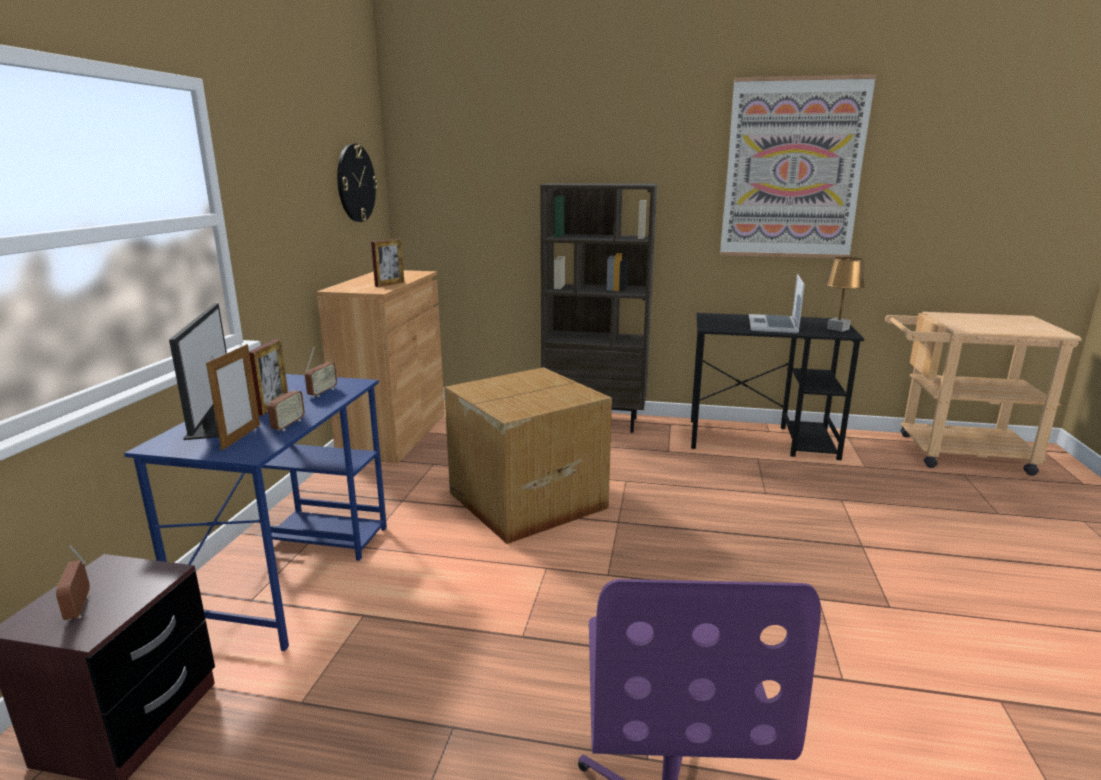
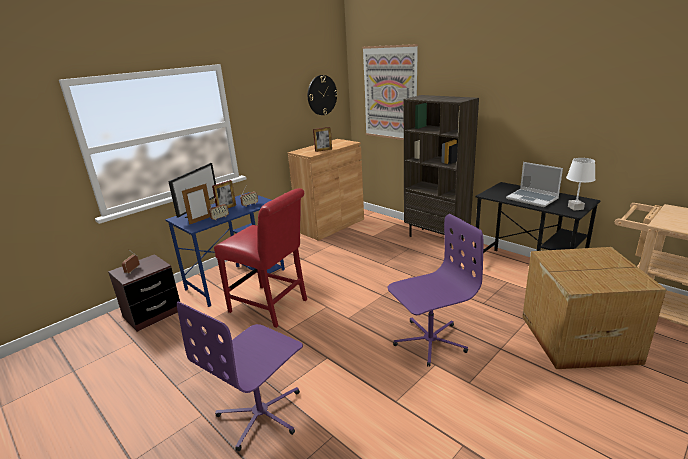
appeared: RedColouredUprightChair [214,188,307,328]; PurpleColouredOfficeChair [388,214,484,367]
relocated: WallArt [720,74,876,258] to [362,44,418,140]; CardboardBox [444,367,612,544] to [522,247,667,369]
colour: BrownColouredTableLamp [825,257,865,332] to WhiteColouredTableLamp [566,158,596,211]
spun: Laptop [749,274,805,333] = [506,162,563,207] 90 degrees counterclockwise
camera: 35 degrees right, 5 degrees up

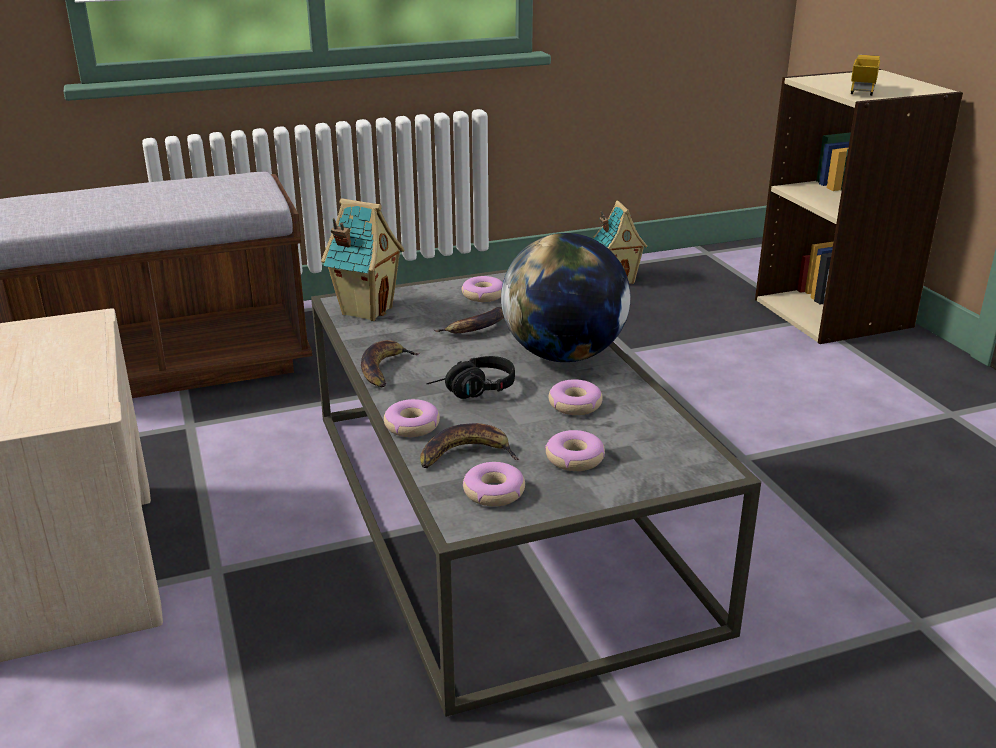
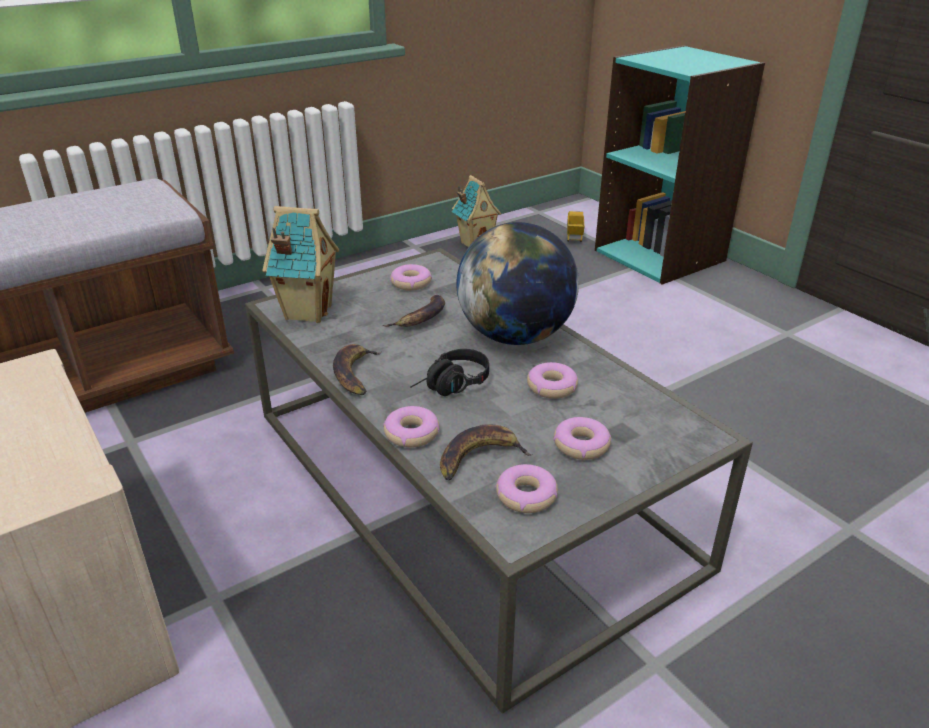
relocated: ToyLorry [851,55,880,96] to [567,211,584,242]
colour: BeigeColouredBookshelf [755,69,963,344] to TurquoiseBookshelf [595,45,765,285]
camera: 15 degrees left, 5 degrees up

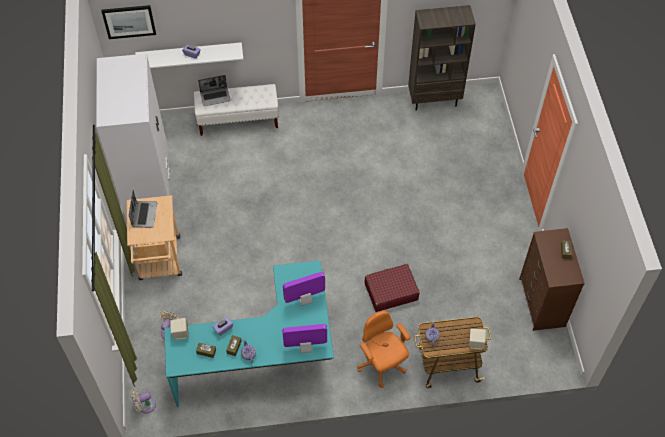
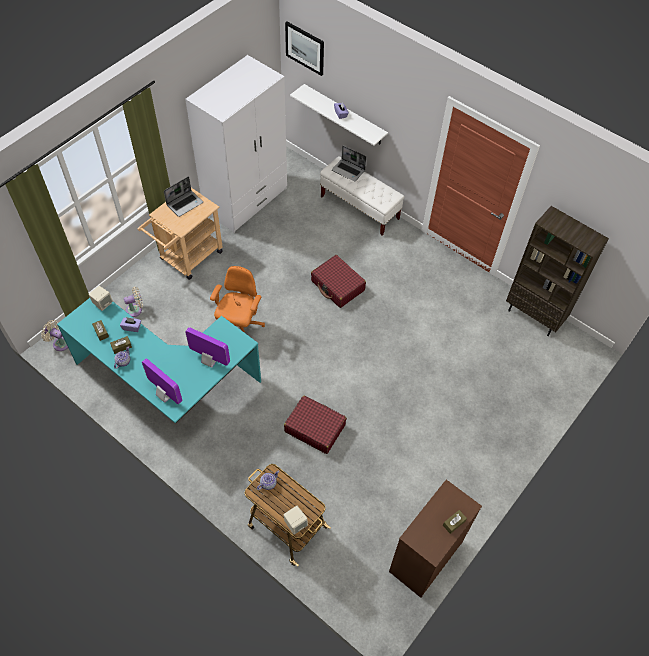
appeared: RedColouredPieceOfLuggage [311,255,366,308]
relocated: OrangeyOfficeChair [357,311,411,388] to [210,266,265,333]
camera: 45 degrees right, 0 degrees up

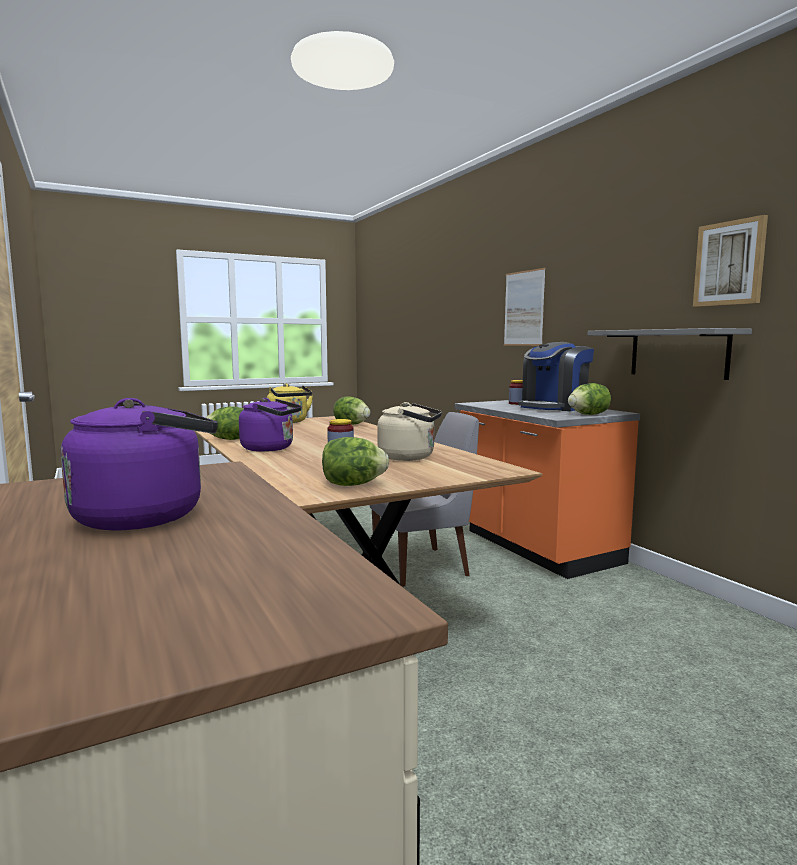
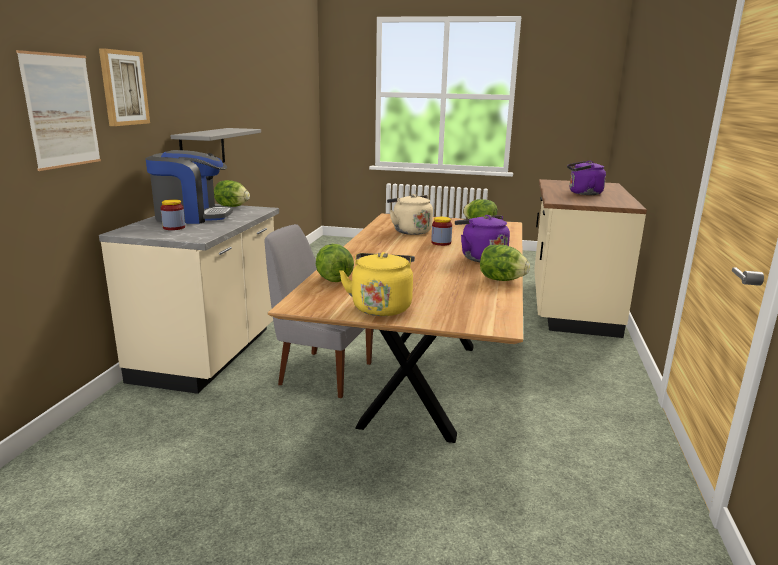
relocated: WallArt [693,215,768,307] to [99,48,150,126]
colour: OrangeyCounter [455,400,640,579] to BeigeColouredCounter [99,204,279,394]
camera: 140 degrees left, 10 degrees up

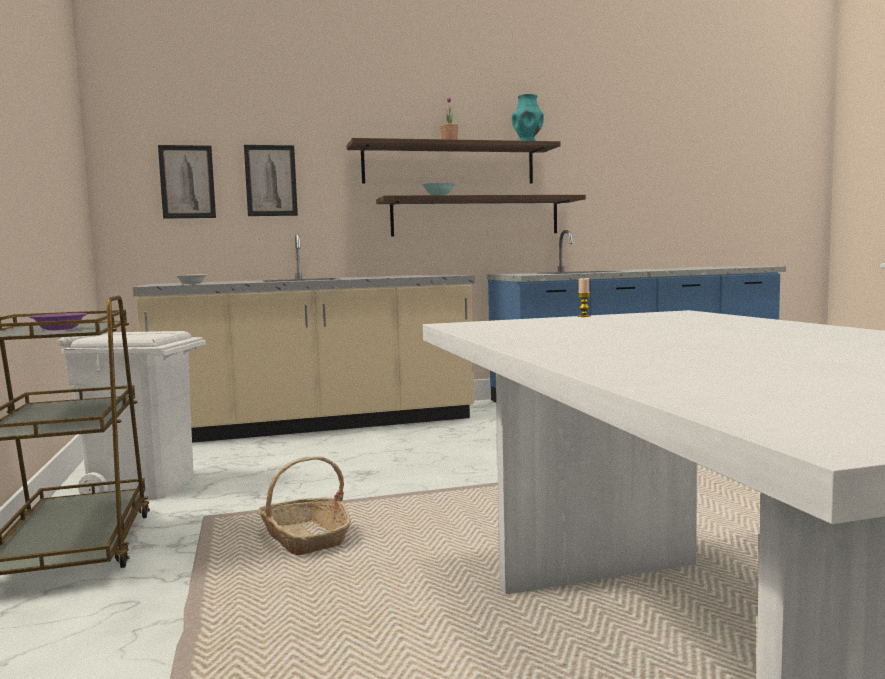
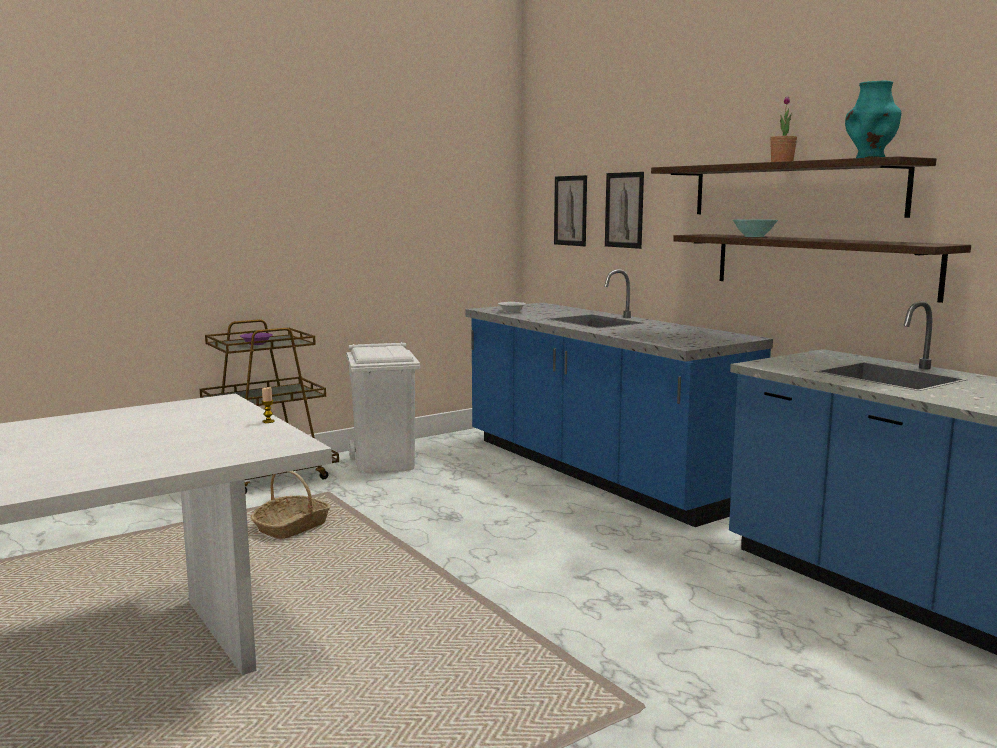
colour: BeigeColouredCounter [133,233,475,443] to BluishCounter [465,269,773,527]
camera: 70 degrees right, 5 degrees up

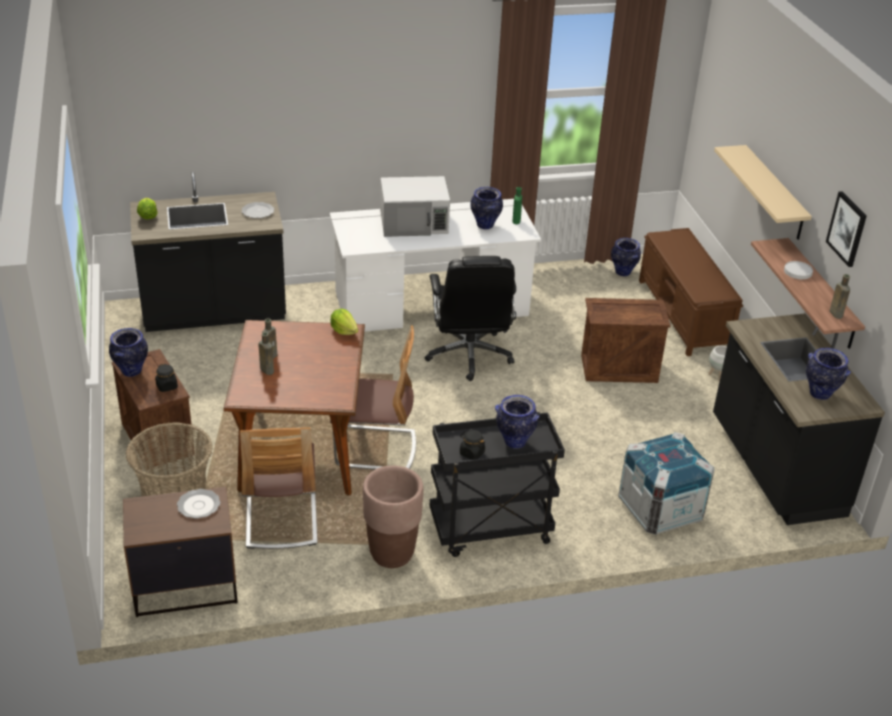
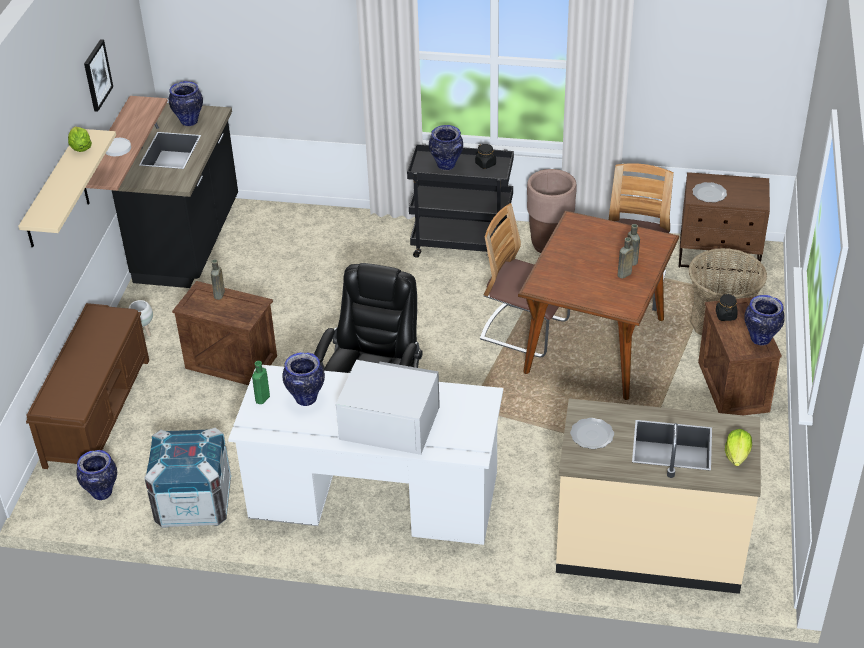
relocated: Lettuce [330,308,358,335] to [68,126,92,152]; ShippingCrate [618,432,715,535] to [144,428,231,528]; BrownColouredBeverageBottle [830,274,850,319] to [211,259,225,300]
colour: BlackishCounter [130,172,286,332] to BeigeColouredCounter [556,399,761,594]
camera: 155 degrees left, 5 degrees up

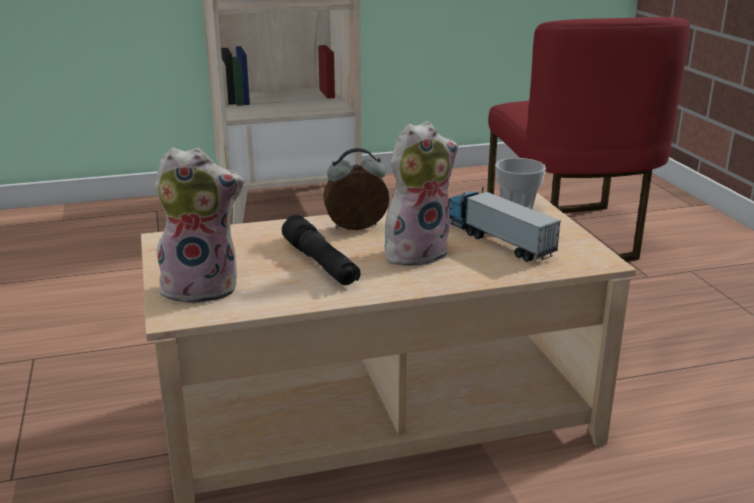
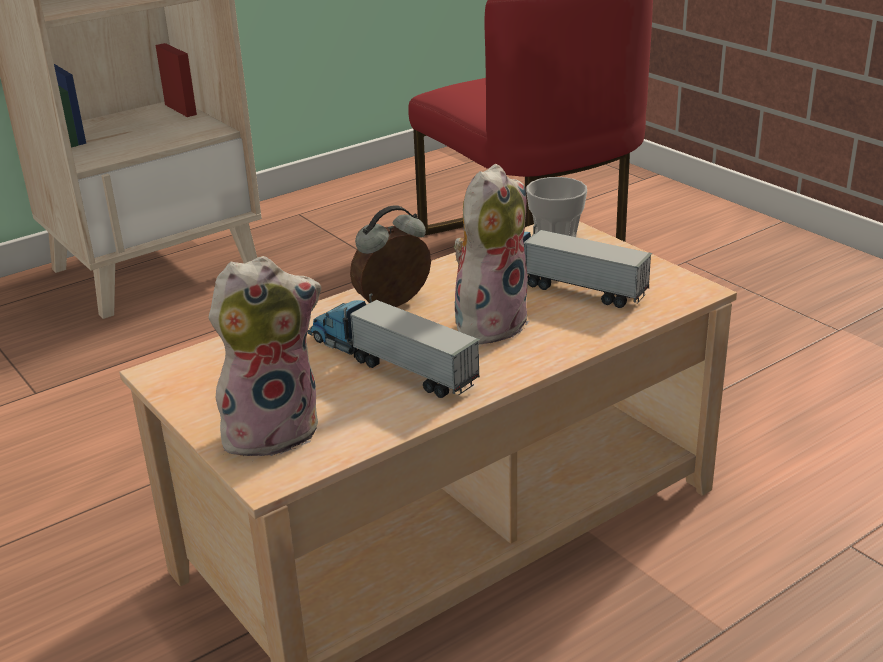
exchanged: BlackishTorch [282,215,361,285] to ToyLorry [308,293,480,398]
camera: 20 degrees left, 5 degrees up

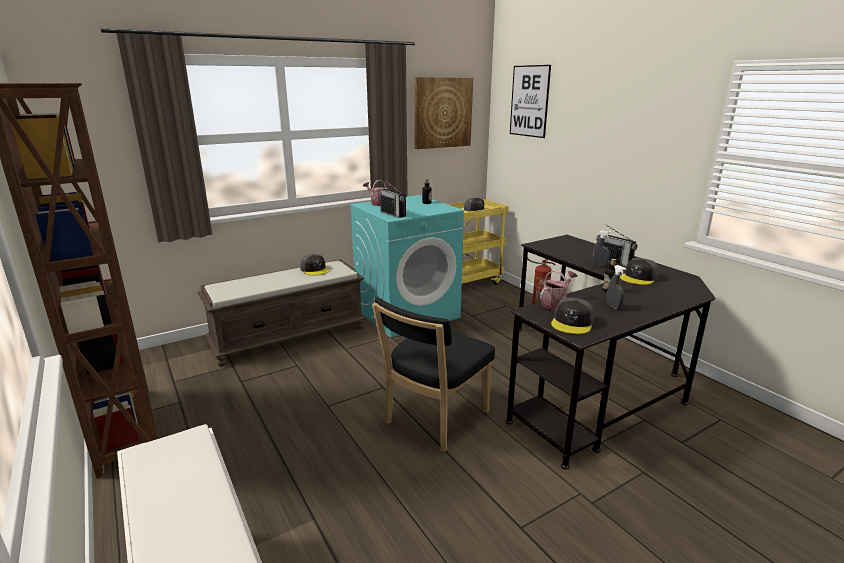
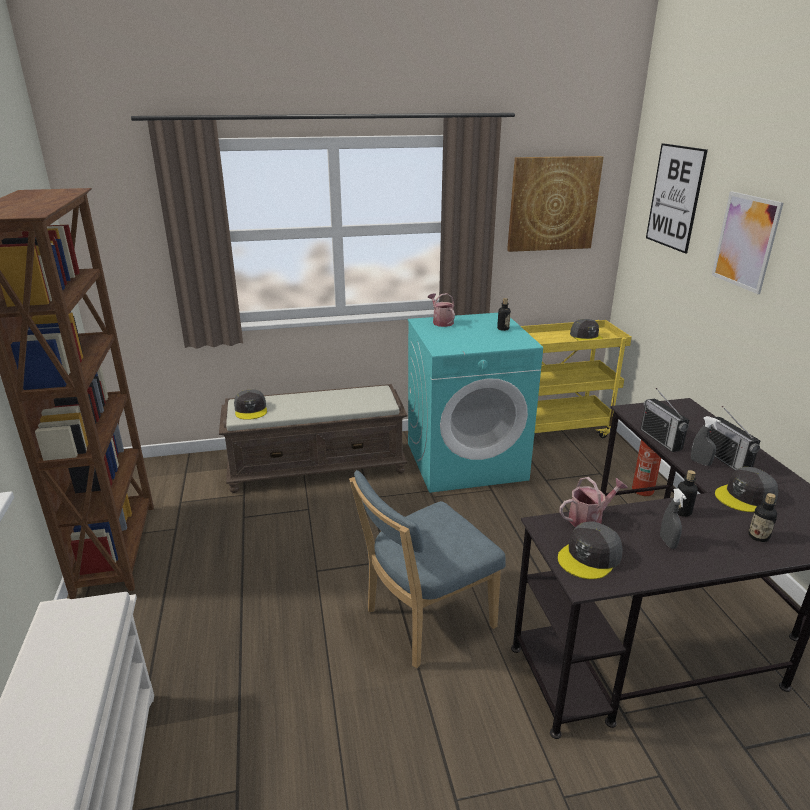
appeared: WallArt [712,191,783,294]; BeverageBottle [748,493,777,542]
relocated: GreyBaseballCap [300,254,330,276] to [234,390,267,420]; RadioSet [379,180,406,218] to [641,388,689,452]
colour: BlackishUprightChair [372,297,495,452] to BluishUprightChair [349,470,506,668]
camera: 20 degrees right, 5 degrees up

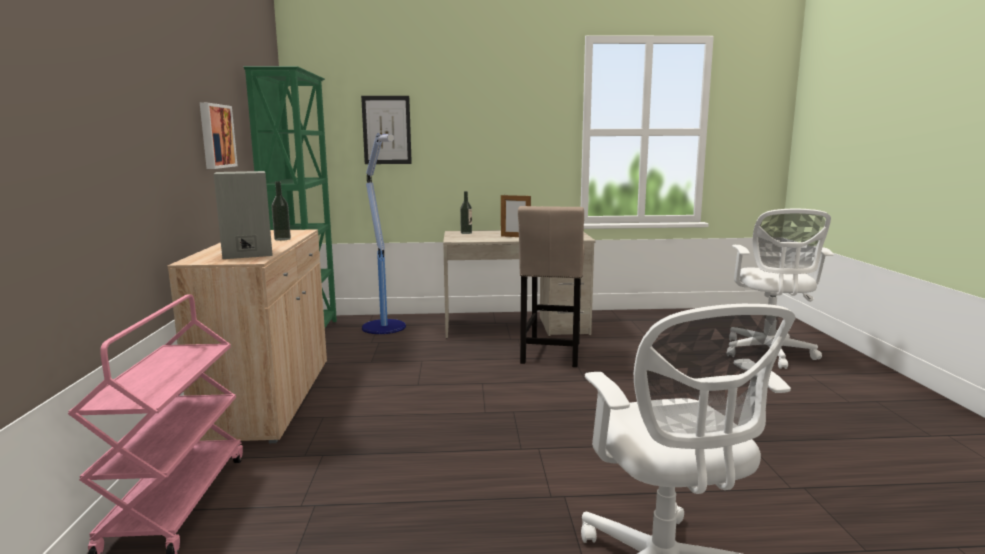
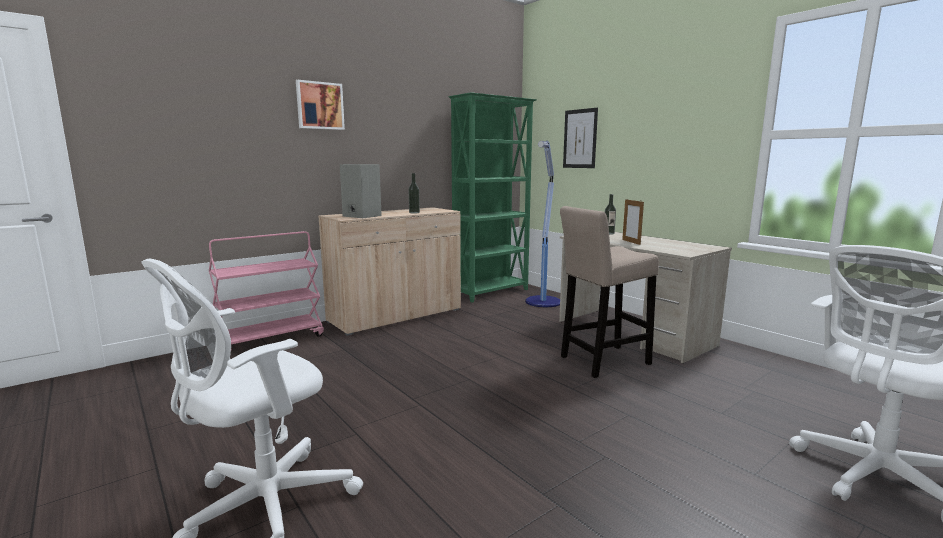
relocated: WallArt [200,103,238,169] to [296,80,345,130]
camera: 55 degrees right, 0 degrees up

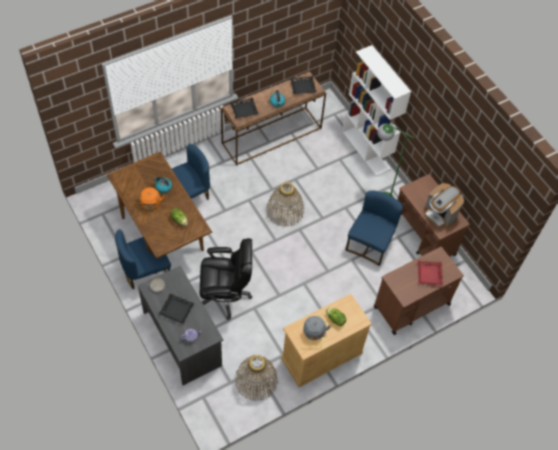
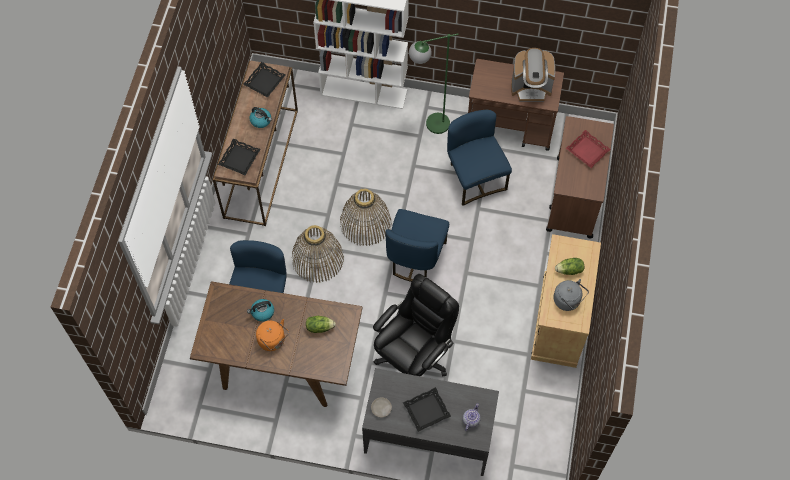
relocated: StorageBasket [235,355,278,401] to [292,225,344,283]; BluishUprightChair [115,230,171,289] to [386,209,449,282]
camera: 45 degrees left, 5 degrees up

